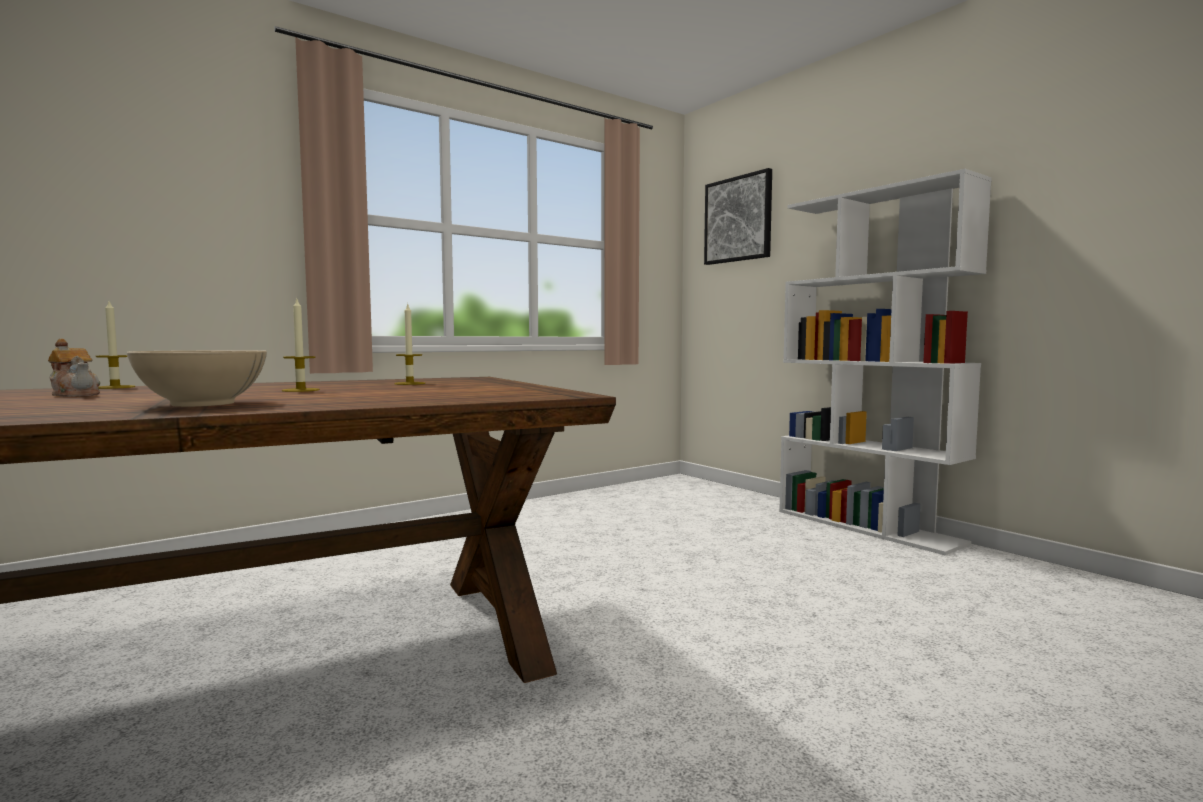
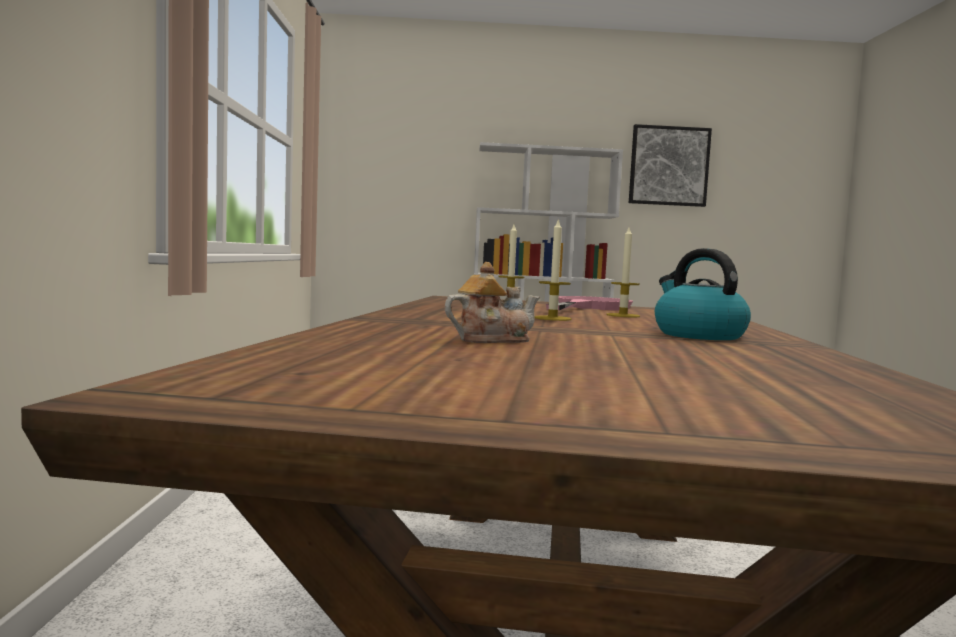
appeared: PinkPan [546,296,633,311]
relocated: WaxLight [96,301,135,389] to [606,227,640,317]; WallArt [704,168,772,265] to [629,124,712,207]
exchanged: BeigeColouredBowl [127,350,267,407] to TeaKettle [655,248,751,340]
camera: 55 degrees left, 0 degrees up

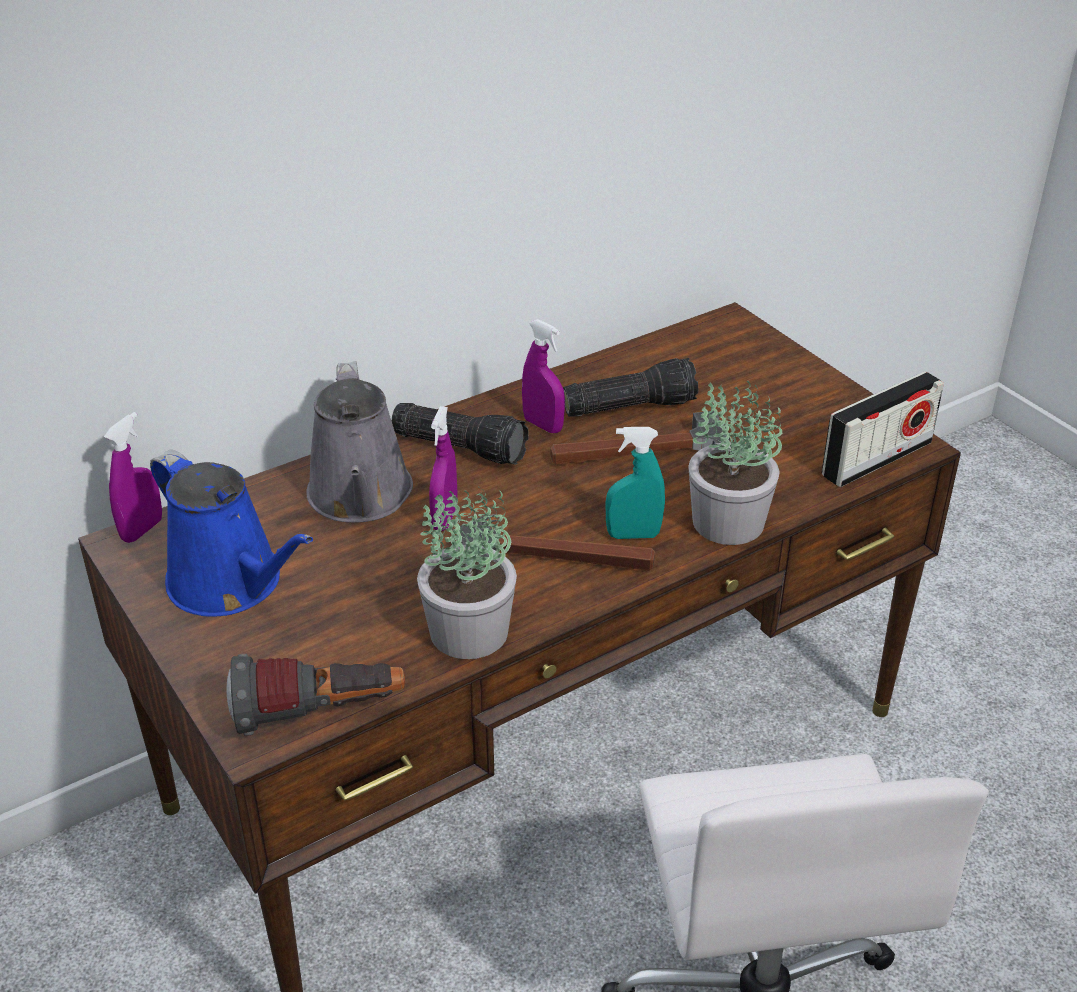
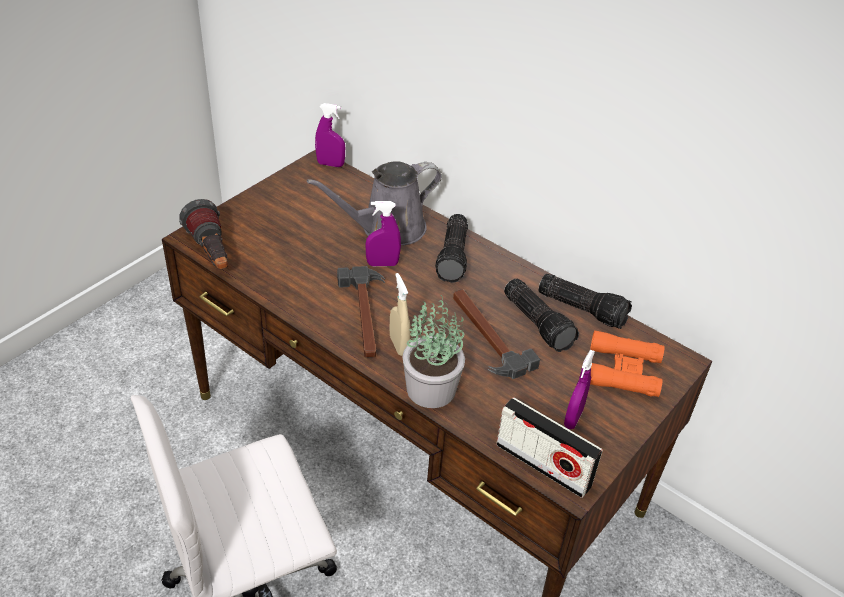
missing: BluishWateringPot [150,450,313,617]; PlantInAPot [417,487,517,659]
appeared: Torch [539,274,632,329]; OrangeyFieldGlasses [590,330,664,397]
relocated: PurpleColouredSprayer [522,319,565,433] to [564,350,595,429]
colour: TurquoiseSprayer [605,427,665,539] to BeigeColouredSprayer [389,273,410,356]
camera: 70 degrees right, 5 degrees up

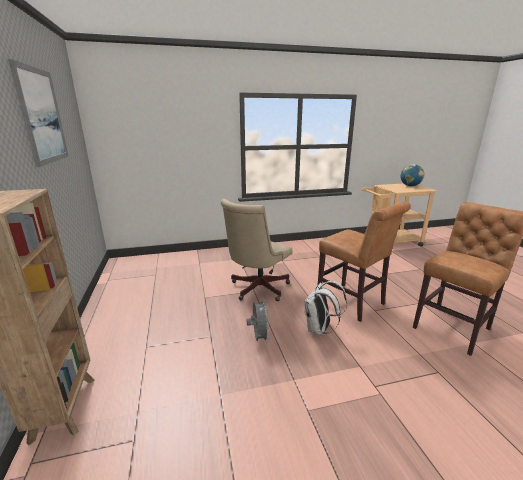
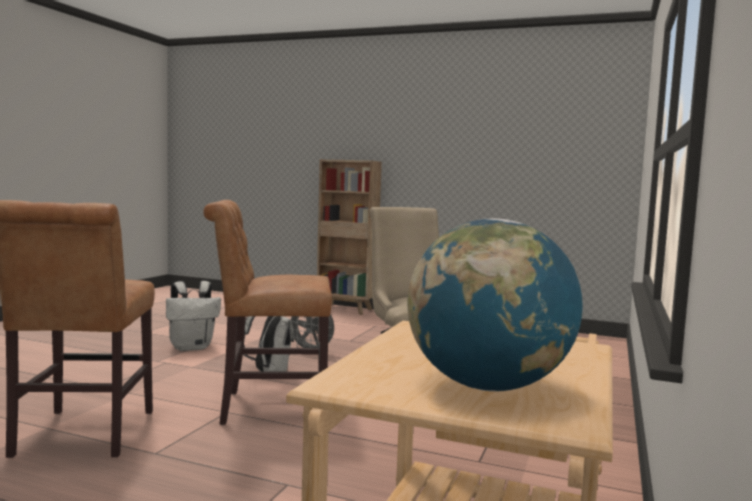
missing: WallArt [8,59,68,167]
appeared: WhiteColouredKnapsack [166,281,221,351]
camera: 125 degrees right, 15 degrees down

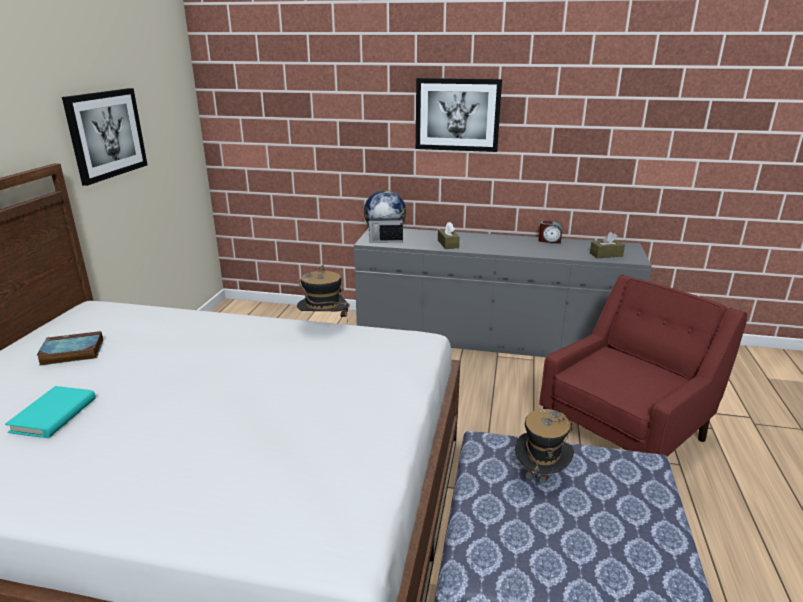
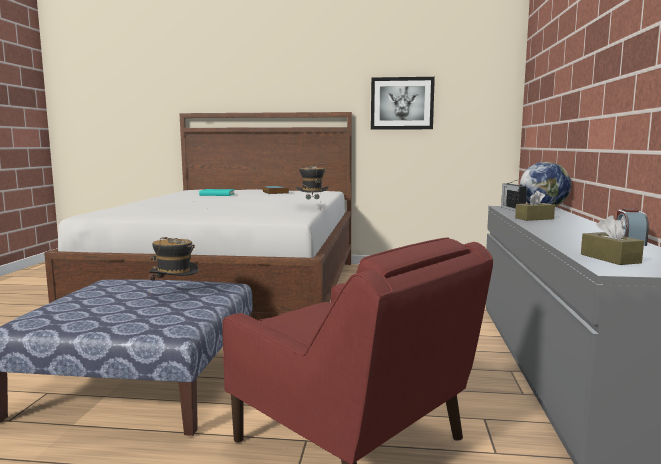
missing: WallArt [416,78,502,152]
camera: 85 degrees right, 15 degrees down

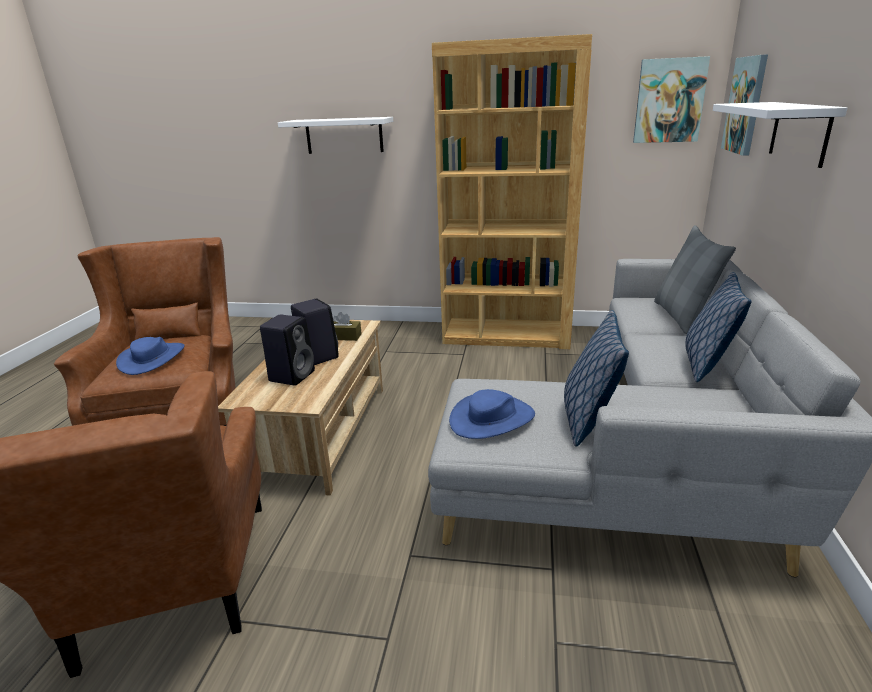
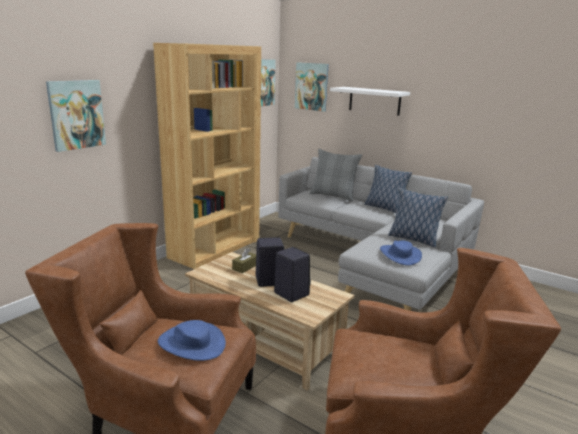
exchanged: WhiteColouredWallShelf [278,117,393,154] to WallArt [46,80,106,152]
camera: 65 degrees left, 5 degrees down

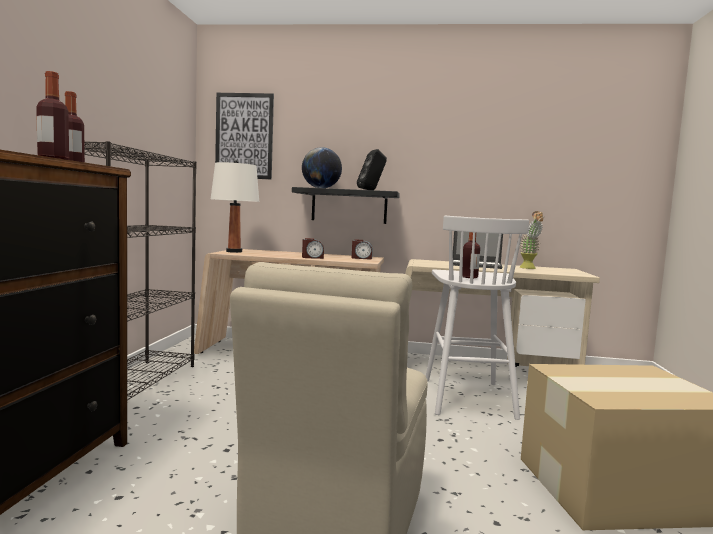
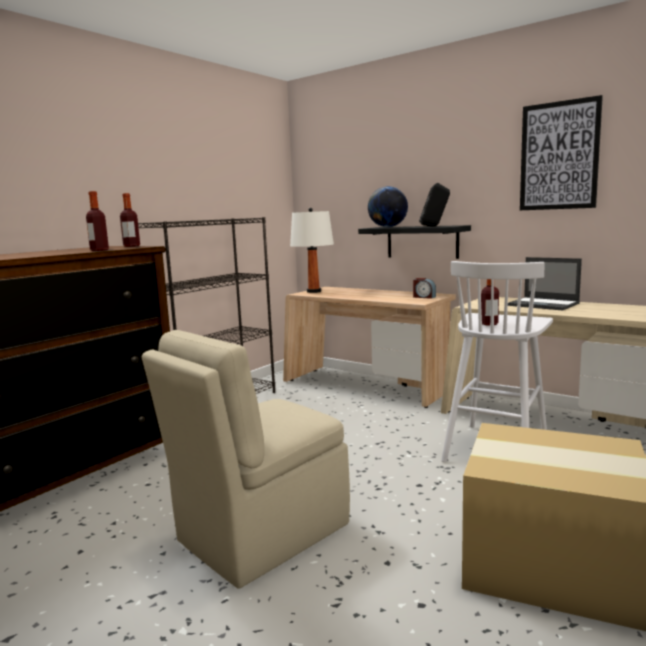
missing: TableClock [302,238,324,259]; PlantInAPot [520,211,544,269]
relocated: WallArt [215,93,274,180] to [520,95,603,210]
camera: 30 degrees right, 5 degrees up

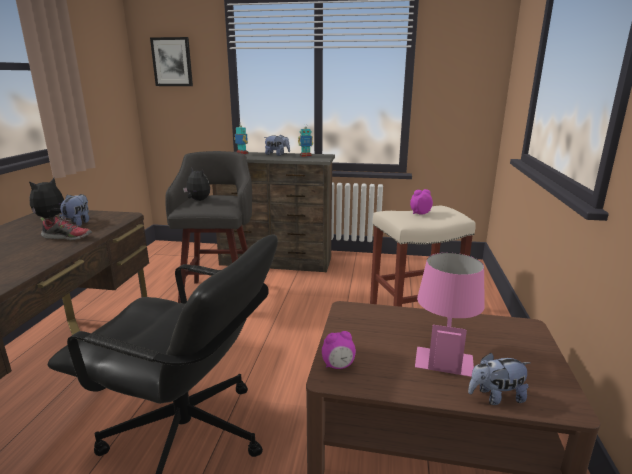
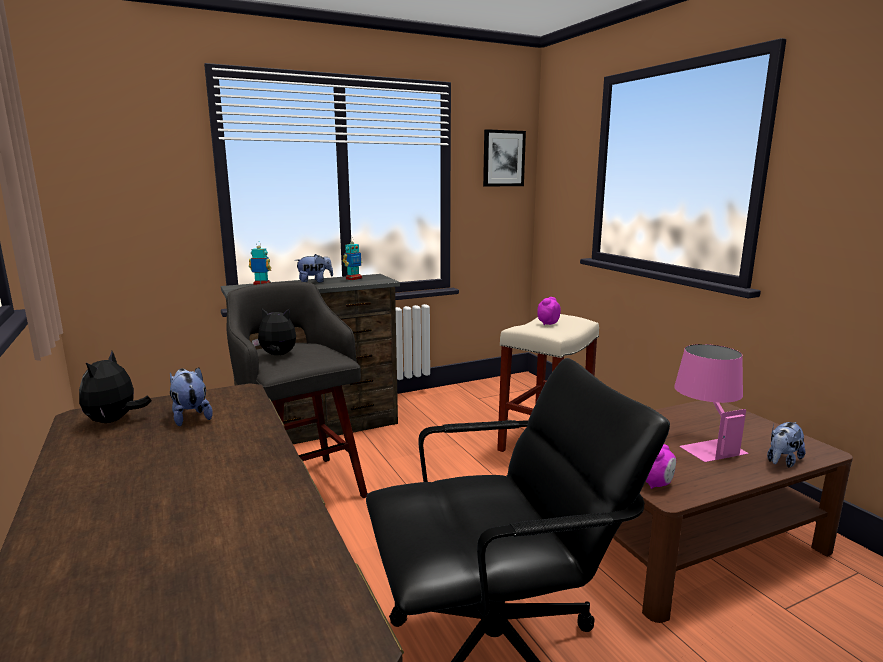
missing: ItemOfFootwear [40,215,92,240]
relocated: WallArt [150,37,193,86] to [483,129,526,187]
camera: 35 degrees left, 5 degrees down

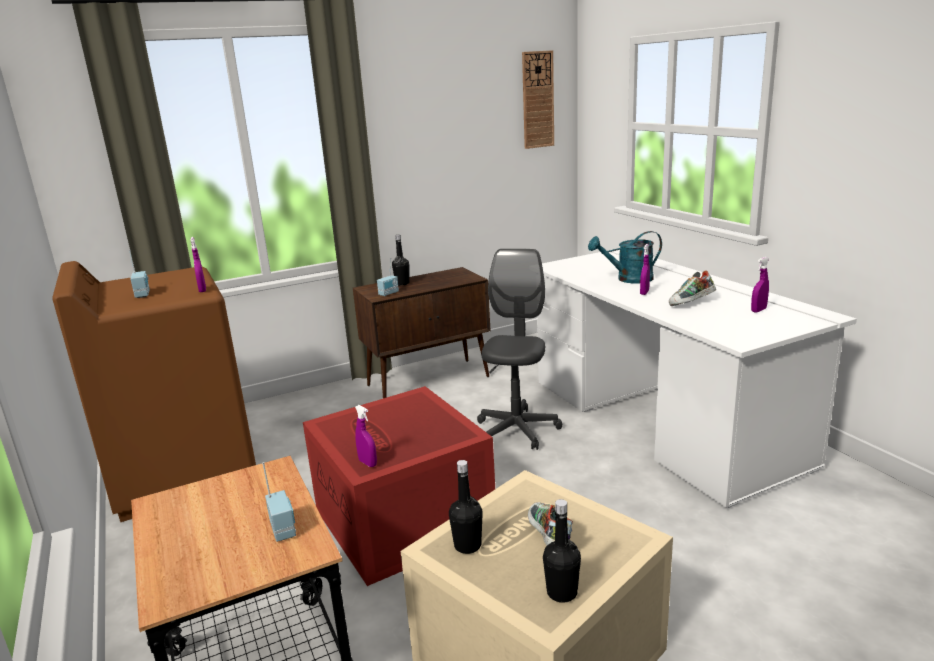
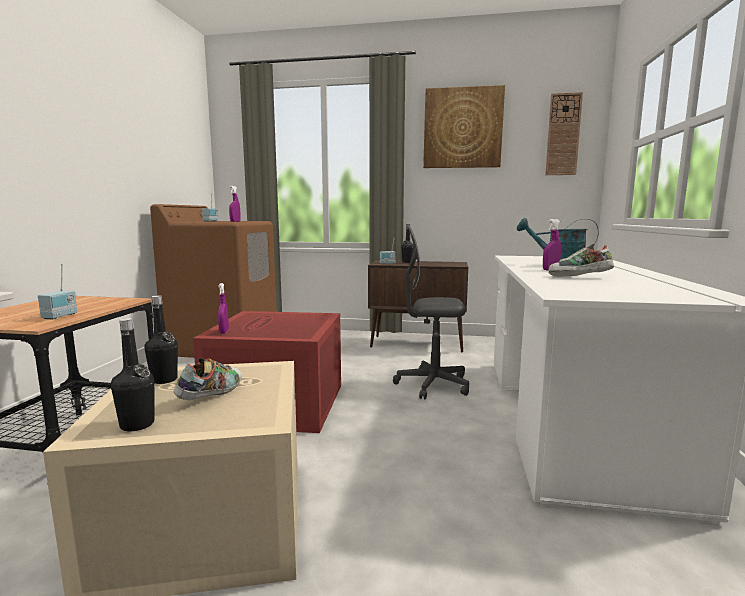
missing: PurpleColouredSprayer [751,257,769,313]
appeared: WallArt [423,85,505,168]
spun: GreyOfficeChair [477,249,562,450] = [393,225,469,399] 135 degrees counterclockwise
camera: 35 degrees right, 10 degrees down

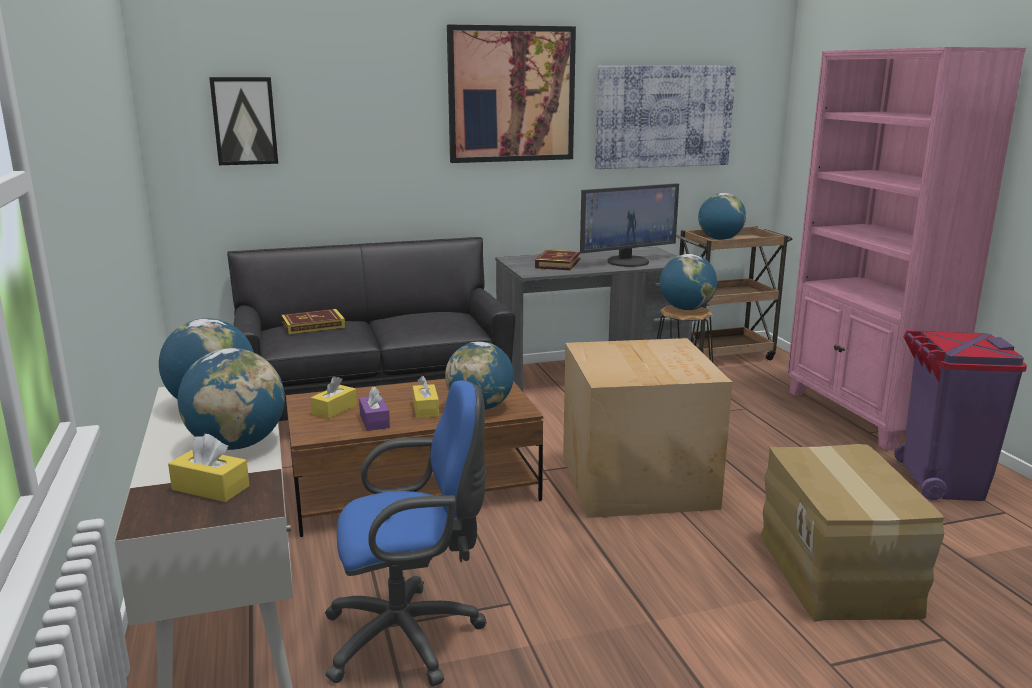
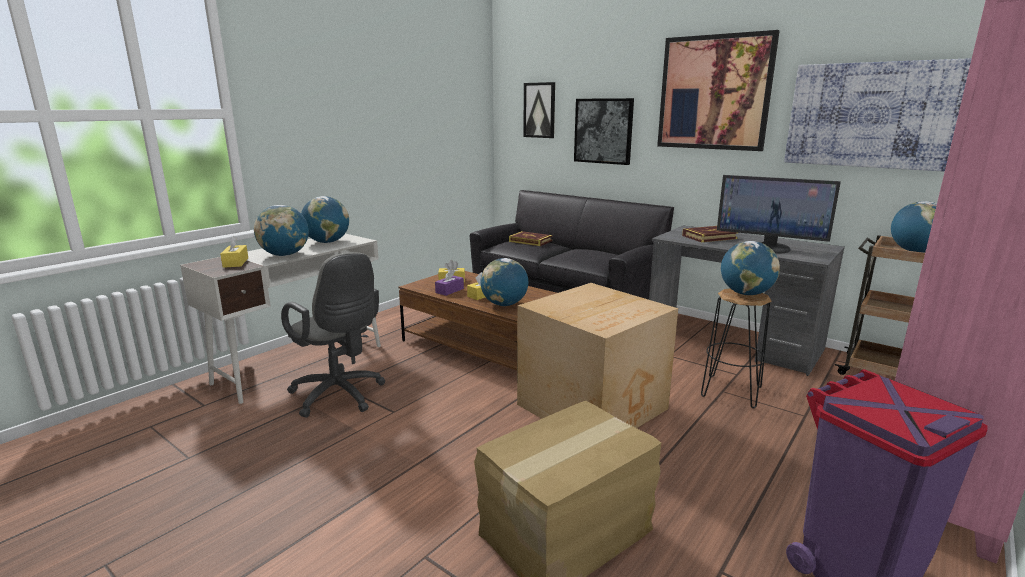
appeared: WallArt [574,98,634,165]
colour: BluishOfficeChair [325,380,487,687] to GreyOfficeChair [281,252,386,418]
camera: 55 degrees right, 0 degrees up

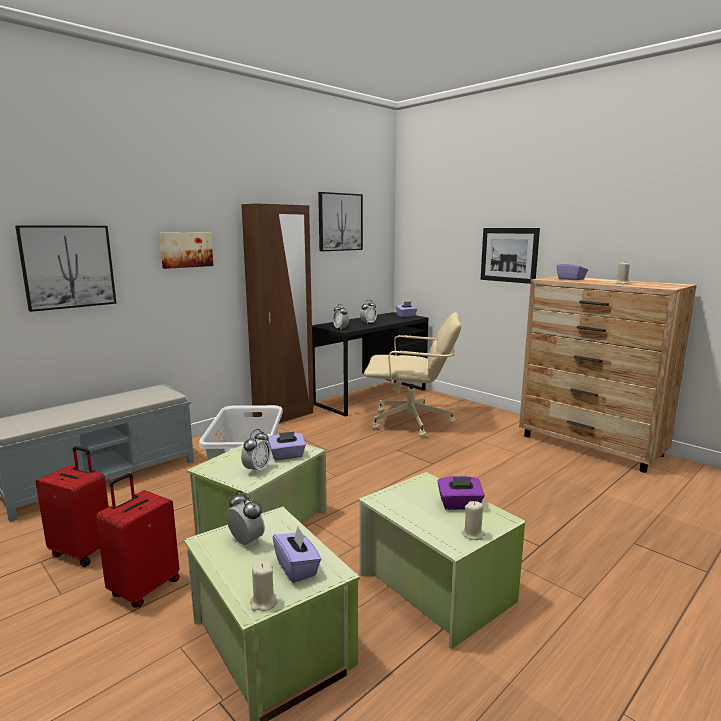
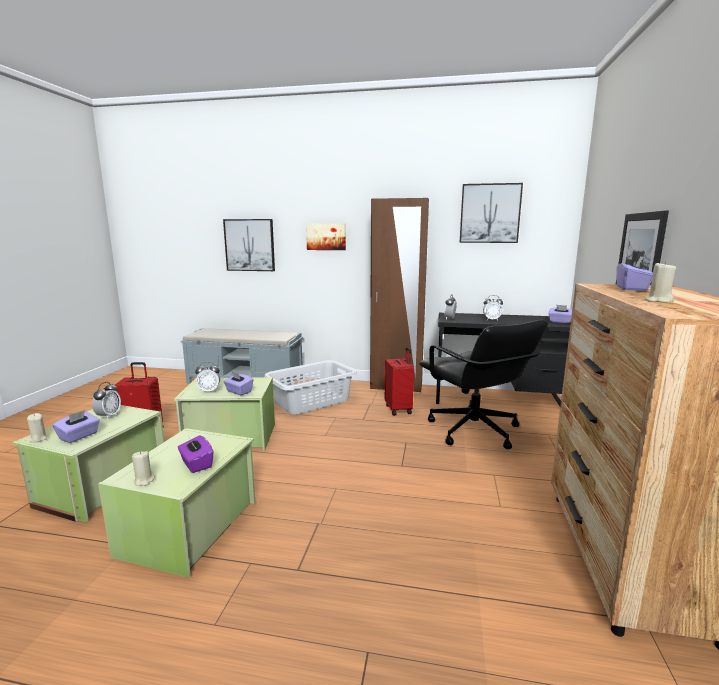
relocated: RedColouredPieceOfLuggage [36,446,109,567] to [385,347,414,416]
colour: BeigeColouredOfficeChair [364,312,461,438] to BlackishOfficeChair [419,320,548,449]
camera: 55 degrees right, 0 degrees up

